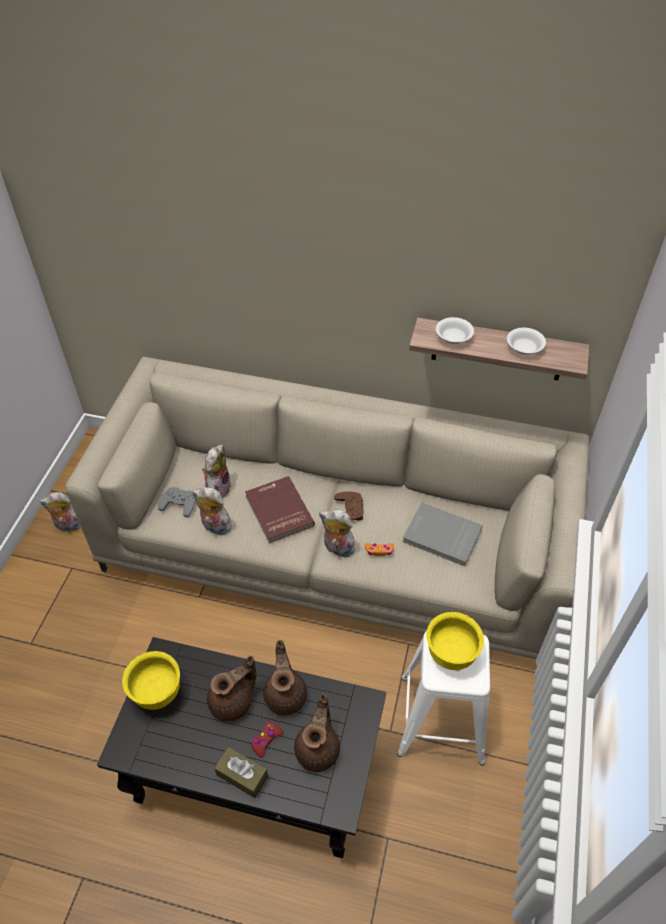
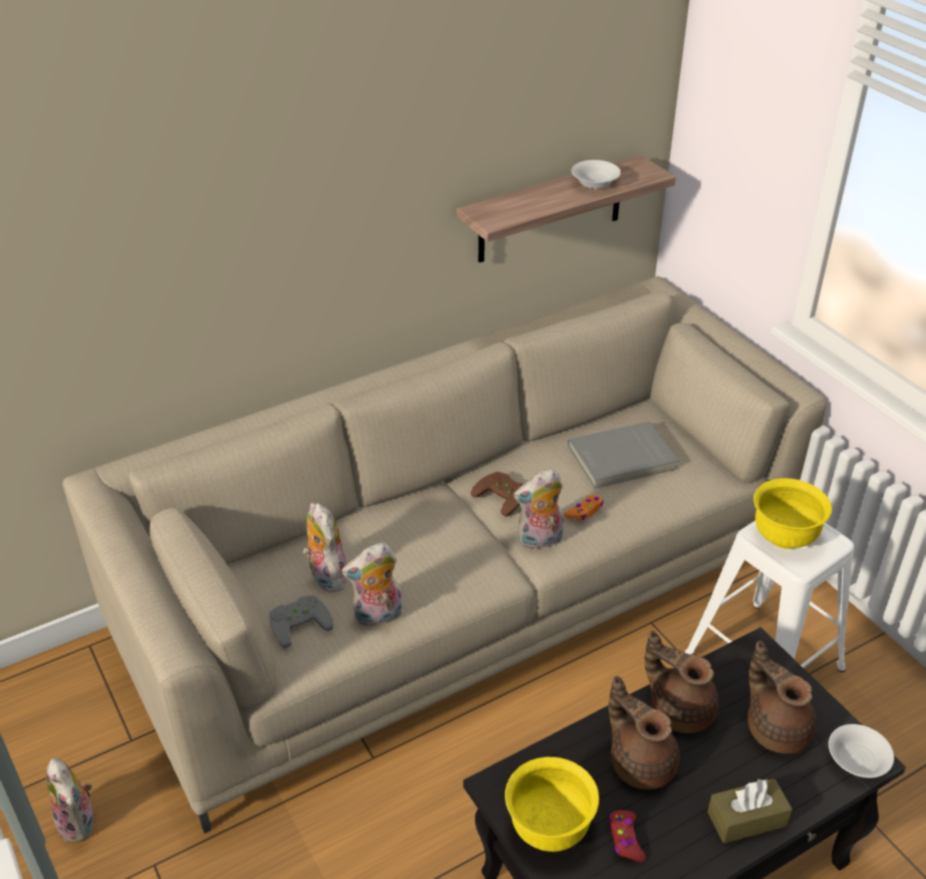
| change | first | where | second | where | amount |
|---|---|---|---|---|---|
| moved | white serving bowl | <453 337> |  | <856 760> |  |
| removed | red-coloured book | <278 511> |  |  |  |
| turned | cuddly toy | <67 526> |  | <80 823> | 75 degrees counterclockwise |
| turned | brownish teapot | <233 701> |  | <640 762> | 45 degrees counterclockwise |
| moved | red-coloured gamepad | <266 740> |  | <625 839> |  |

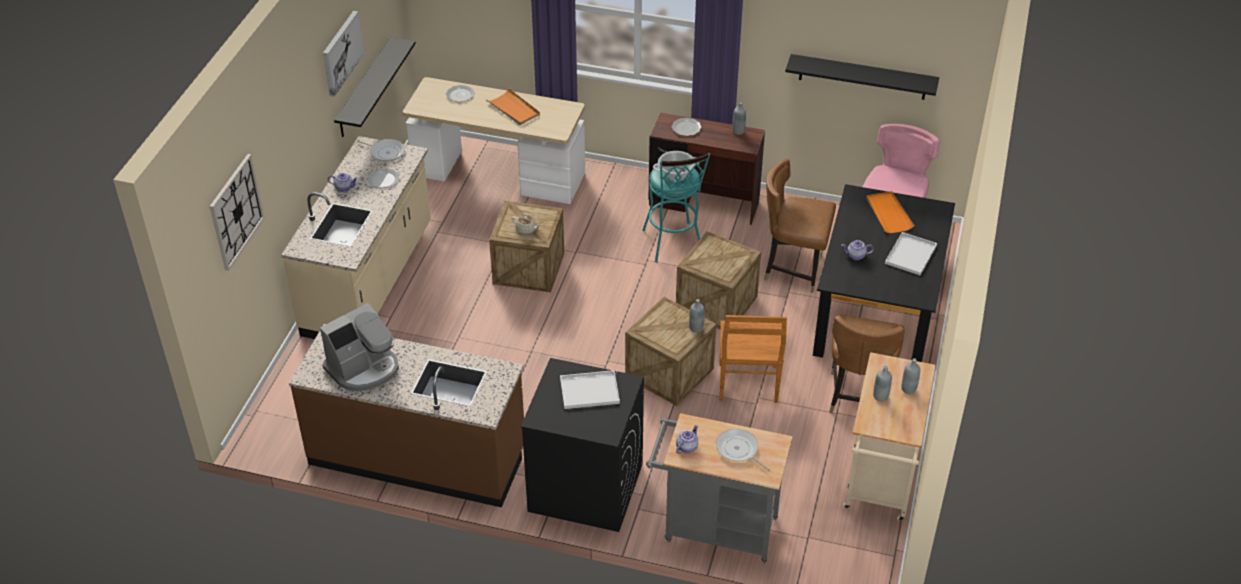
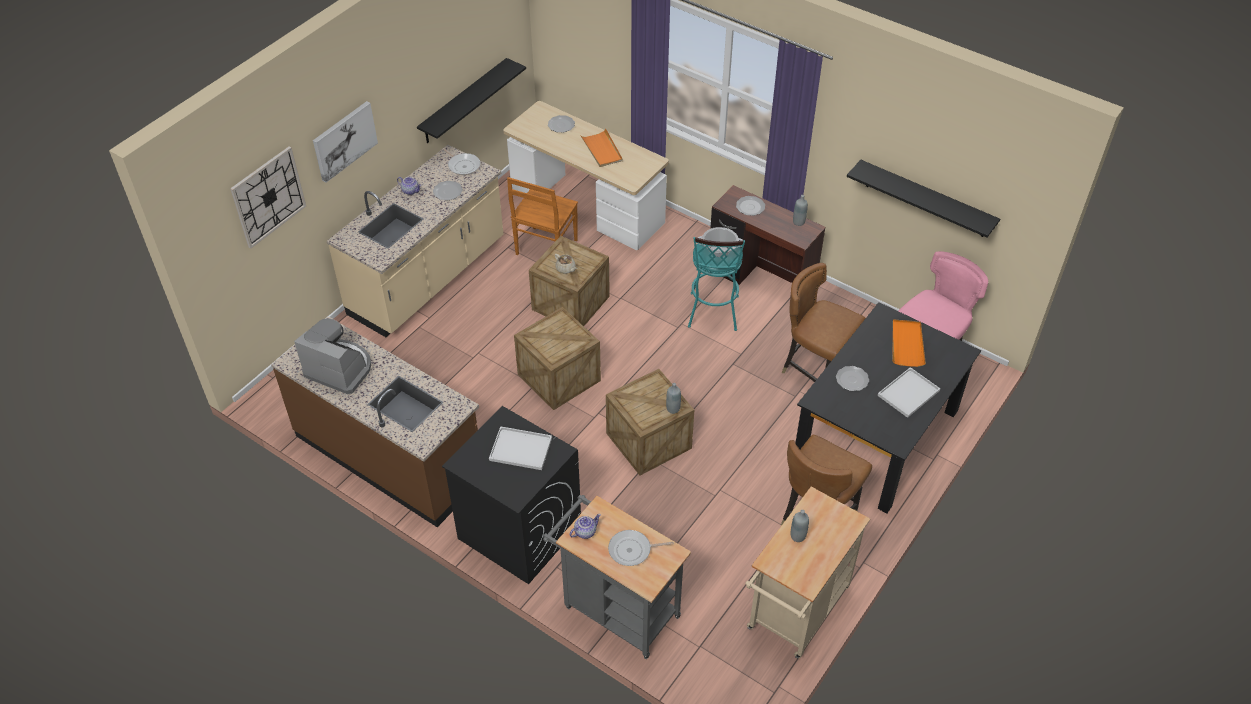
| change | first | where | second | where | amount |
|---|---|---|---|---|---|
| moved | wall art | <341 53> |  | <344 140> |  |
| moved | packing crate | <716 304> |  | <559 377> |  |
| replaced | teapot | <856 256> | flat dish | <852 380> |  |
| turned | coffee machine | <364 368> |  | <340 369> | 135 degrees counterclockwise |
| moved | brownish chair | <748 385> |  | <545 248> |  |
| removed | gray bottle | <908 389> |  |  |  |
| turned | frying pan | <739 450> |  | <632 550> | 75 degrees counterclockwise |

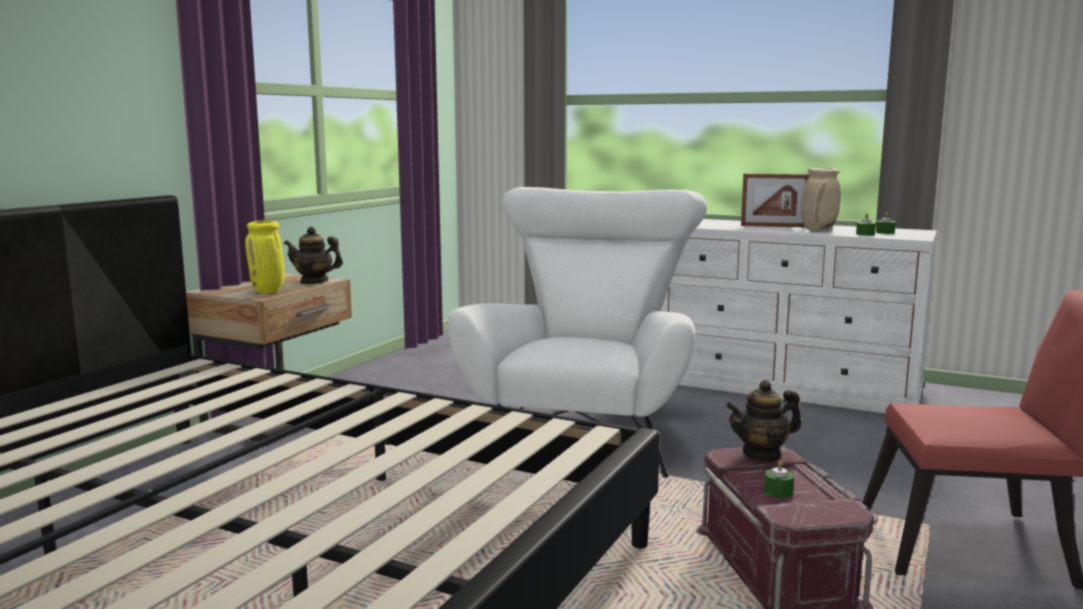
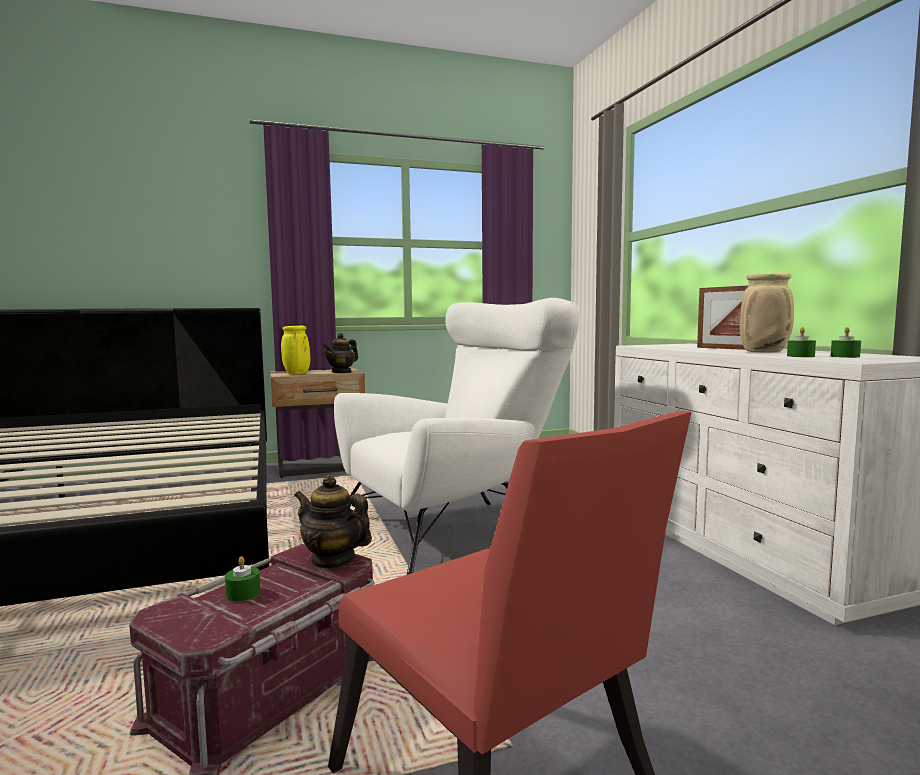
| change | first | where | second | where | amount |
|---|---|---|---|---|---|
| turned | teapot | <314 281> |  | <342 372> | 105 degrees counterclockwise |

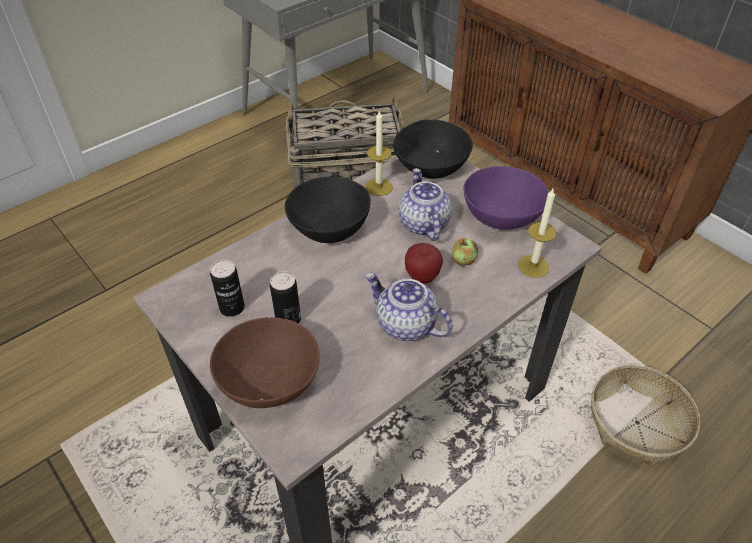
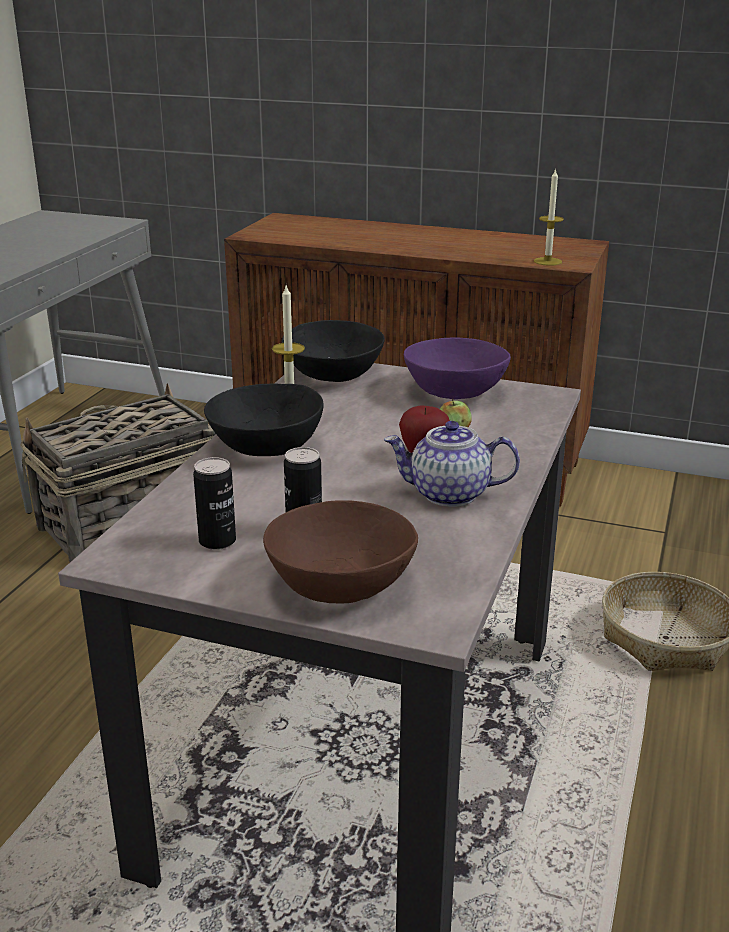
| change | first | where | second | where | amount |
|---|---|---|---|---|---|
| removed | teapot | <423 224> |  |  |  |
| moved | candle | <533 266> |  | <547 261> |  |

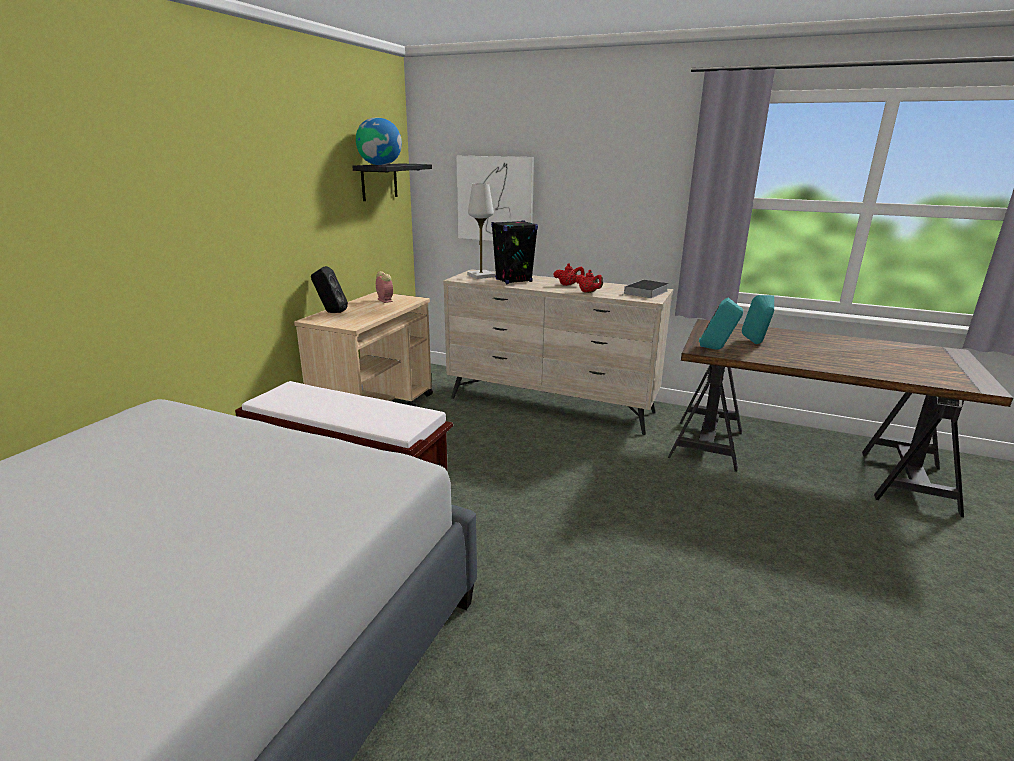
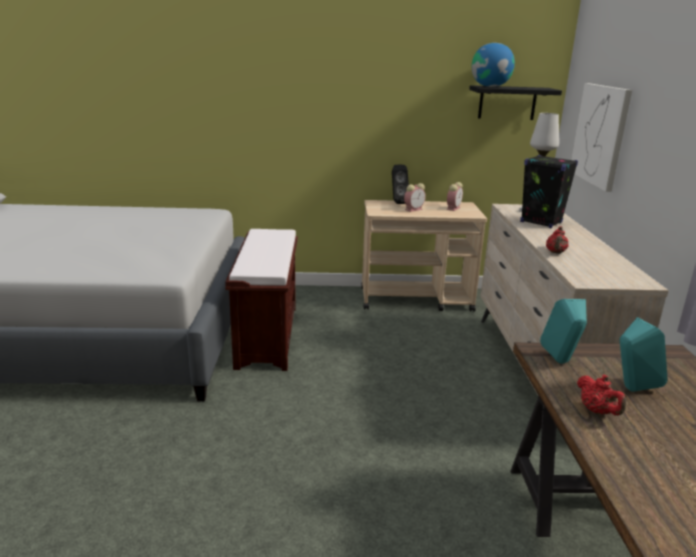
| change | first | where | second | where | amount |
|---|---|---|---|---|---|
| moved | red-coloured teapot | <568 285> |  | <597 411> |  |
| removed | book | <646 292> |  |  |  |
| added |  |  | bedside clock | <414 209> |  |

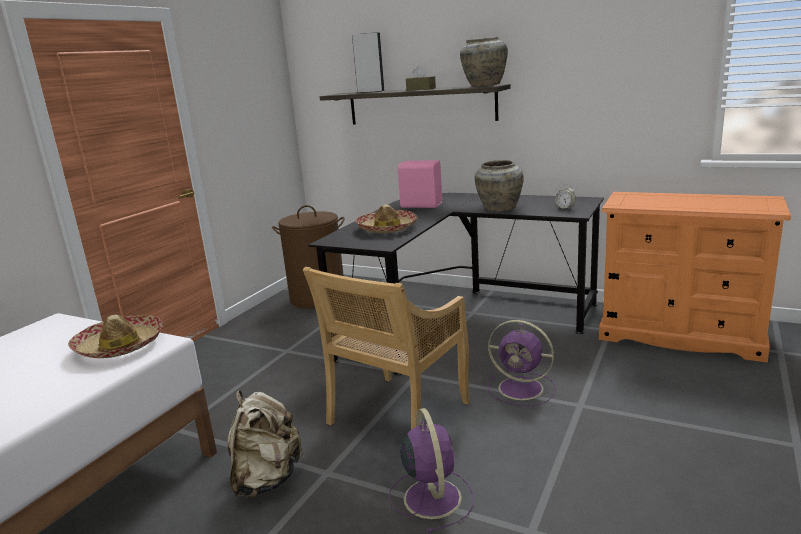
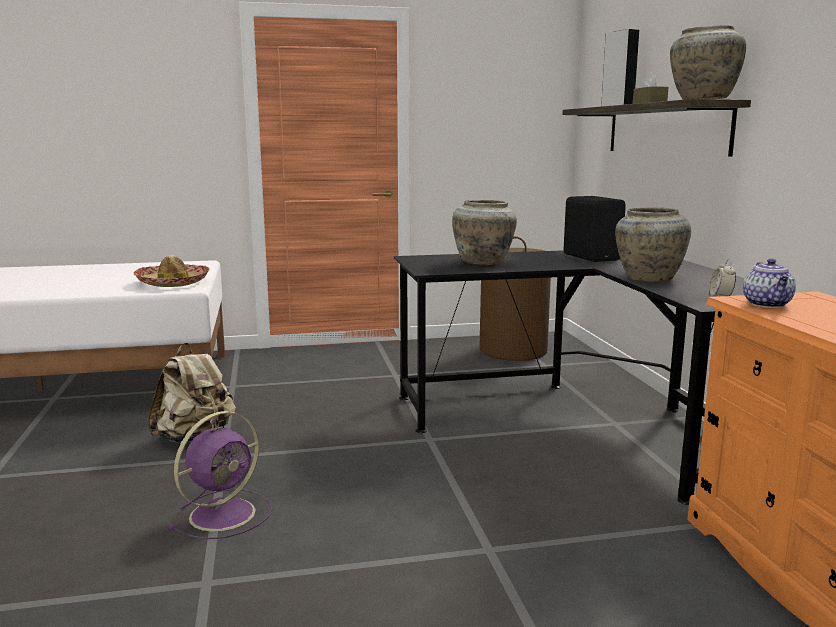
| change | first | where | second | where | amount |
|---|---|---|---|---|---|
| recoloured | pinkish loudspeaker | <421 205> | black-coloured loudspeaker | <592 257> |  |
| replaced | wearable hat | <387 228> | beige vase | <484 263> |  |
| removed | beige chair | <397 414> |  |  |  |
| removed | purplish electric fan | <522 389> |  |  |  |
| added |  |  | teapot | <767 304> |  |

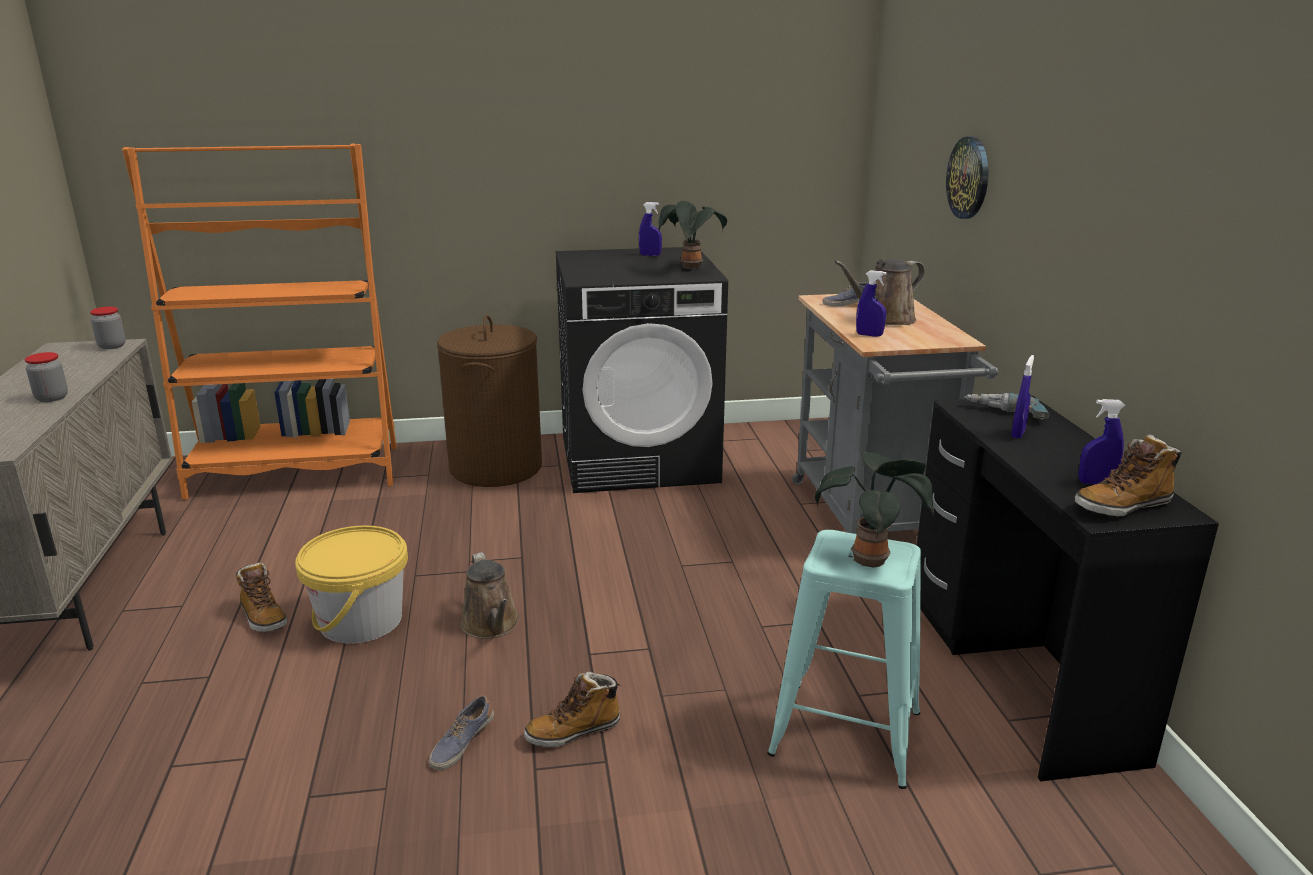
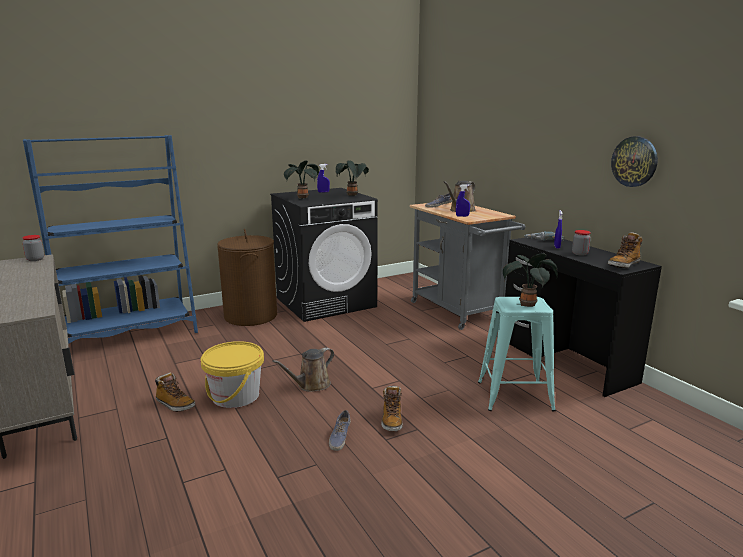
| change | first | where | second | where | amount |
|---|---|---|---|---|---|
| moved | hanging clock | <969 178> |  | <634 161> |  |
| recoloured | orange-coloured shelving unit | <296 472> | blue shelving unit | <130 334> |  |
| moved | preserve jar | <52 398> |  | <580 254> |  |
| removed | blue spray bottle | <1096 483> |  |  |  |
| turned | brownish sprinkling can | <492 625> |  | <311 385> | 90 degrees clockwise |
| turned | tall boot | <574 731> |  | <391 420> | 45 degrees counterclockwise |
| added |  |  | houseplant | <302 197> |  |

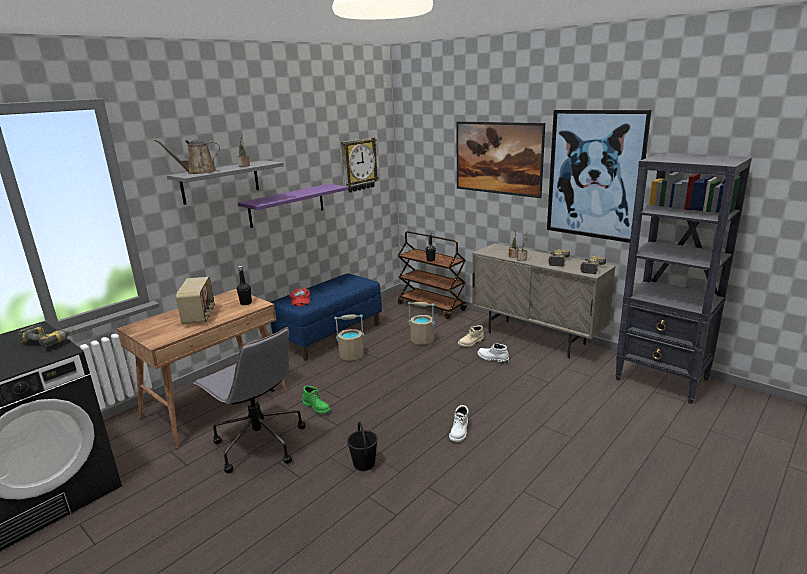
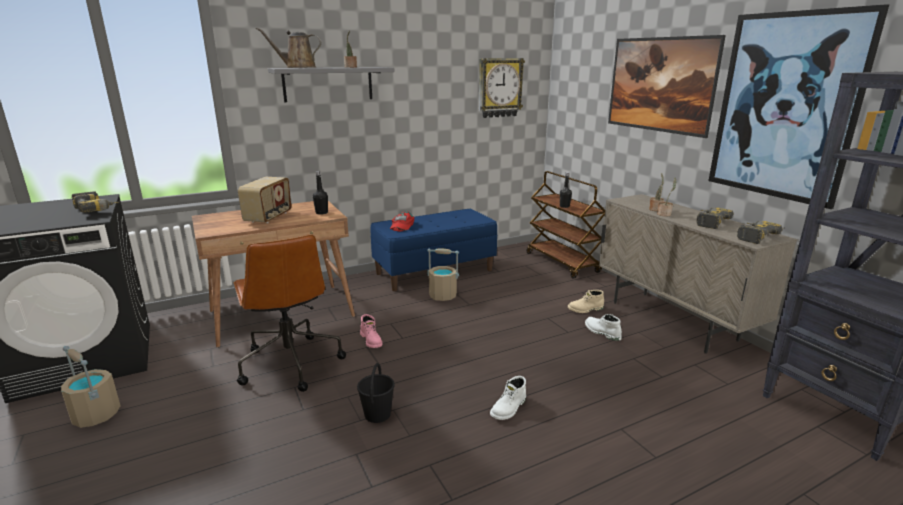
| change | first | where | second | where | amount |
|---|---|---|---|---|---|
| removed | purplish bracket shelf | <287 205> |  |  |  |
| moved | beige pail | <422 340> |  | <95 415> |  |
| recoloured | gray computer chair | <258 443> | brownish computer chair | <290 363> |  |
| recoloured | green-coloured tall boot | <317 407> | pinkish tall boot | <371 340> |  |

